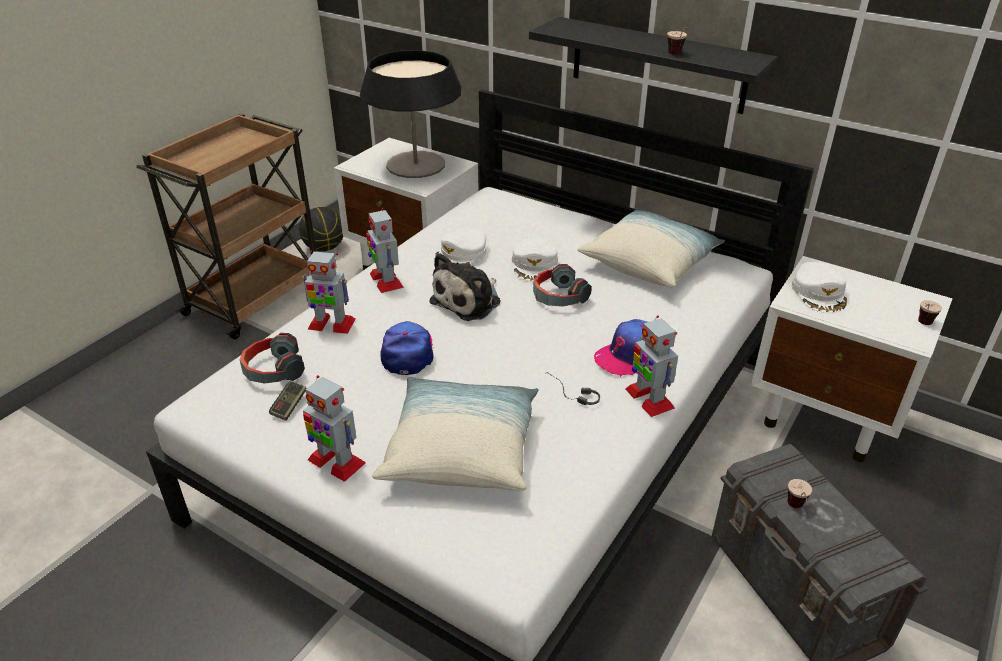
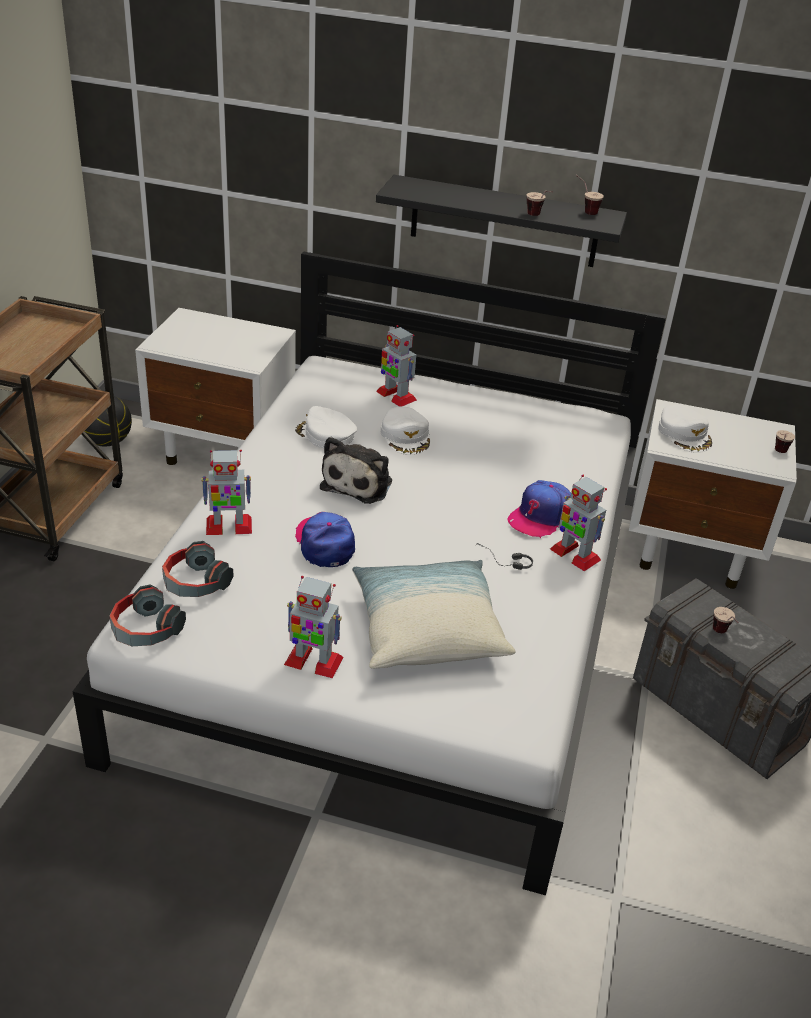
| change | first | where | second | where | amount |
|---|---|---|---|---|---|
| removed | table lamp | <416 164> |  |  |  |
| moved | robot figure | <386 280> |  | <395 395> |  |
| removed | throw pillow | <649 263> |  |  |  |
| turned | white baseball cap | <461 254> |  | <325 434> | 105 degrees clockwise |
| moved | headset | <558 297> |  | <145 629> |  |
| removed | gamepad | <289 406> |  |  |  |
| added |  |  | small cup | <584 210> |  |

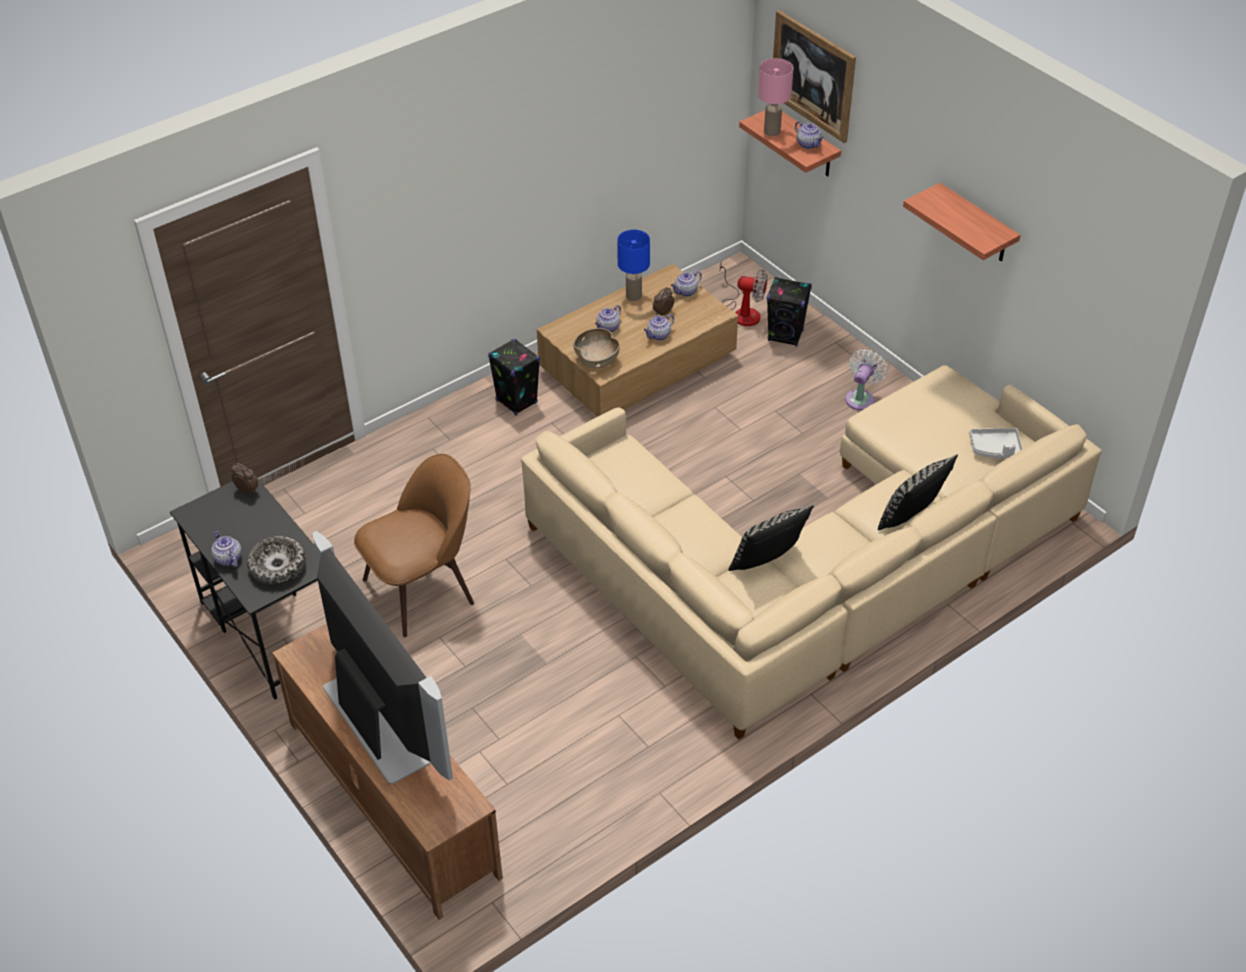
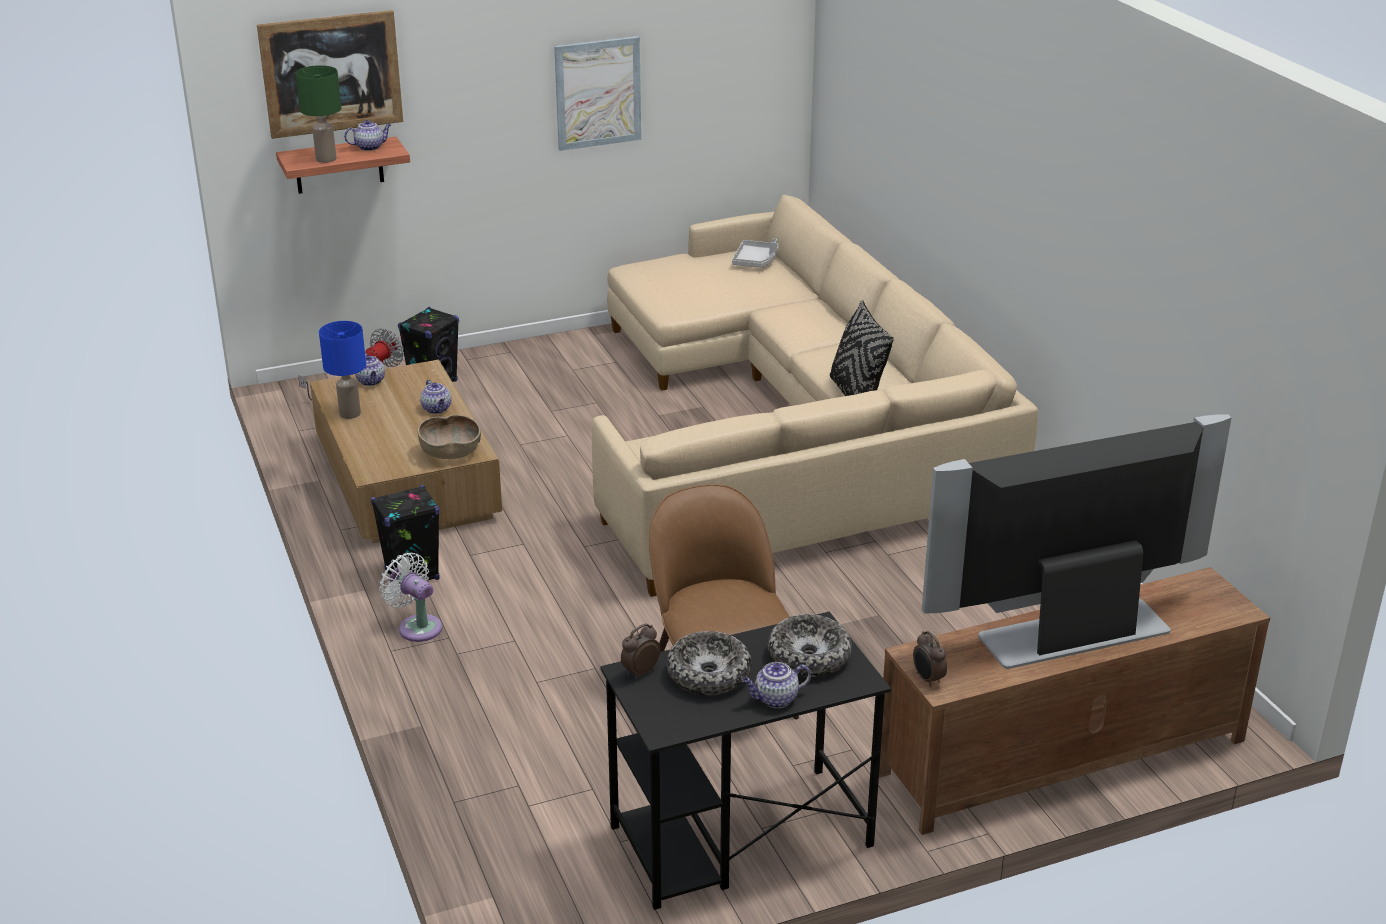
| change | first | where | second | where | amount |
|---|---|---|---|---|---|
| recoloured | pinkish table lamp | <771 131> | green-coloured table lamp | <325 159> |  |
| replaced | bracket shelf | <976 225> | wall art | <598 93> |  |
| moved | bedside clock | <662 313> |  | <927 679> |  |
| removed | teapot | <608 328> |  |  |  |
| moved | white electric fan | <861 398> |  | <417 626> |  |
| removed | black-coloured throw pillow | <911 517> |  |  |  |
| added |  |  | serving bowl | <709 674> |  |

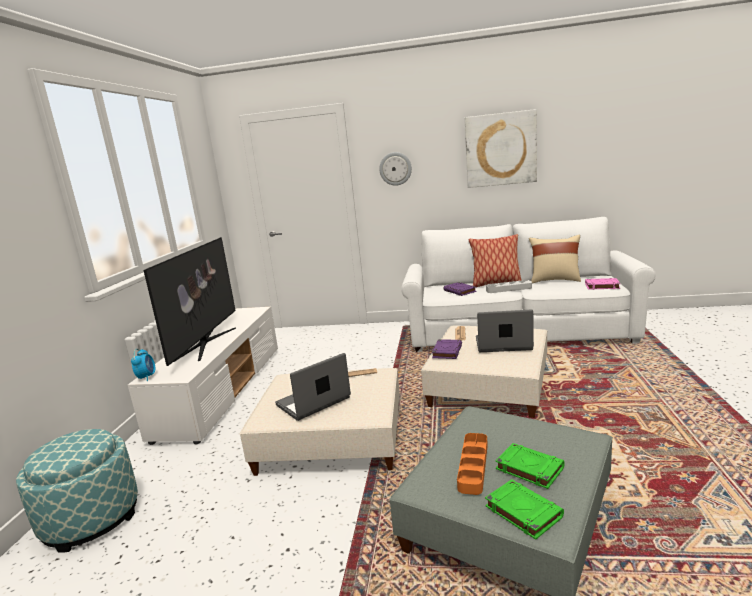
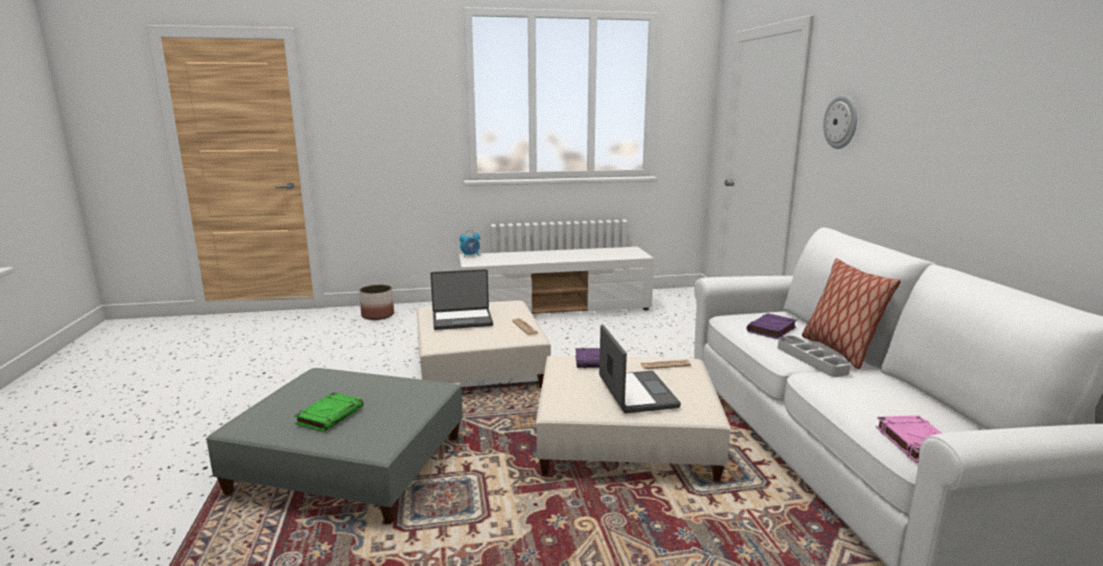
| change | first | where | second | where | amount |
|---|---|---|---|---|---|
| removed | wall art | <500 149> |  |  |  |
| removed | beige throw pillow | <554 280> |  |  |  |
| removed | TV | <205 344> |  |  |  |
| turned | laptop | <314 402> |  | <462 320> | 135 degrees clockwise |
| replaced | footrest | <91 518> | flower pot | <378 315> |  |
| removed | orange-coloured carrying tray | <473 466> |  |  |  |
| removed | green-coloured book | <522 511> |  |  |  |

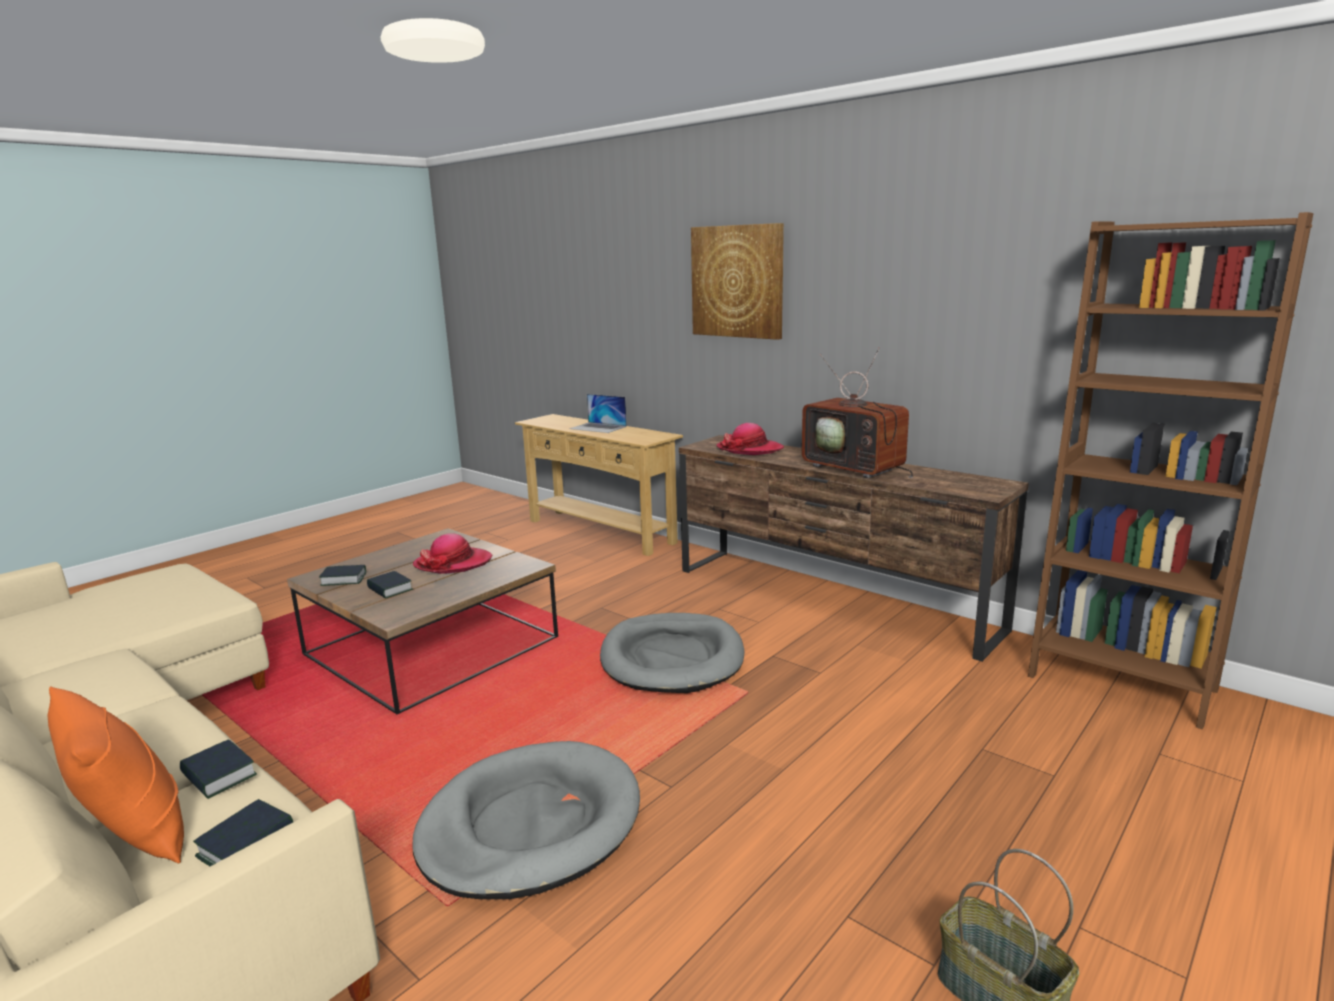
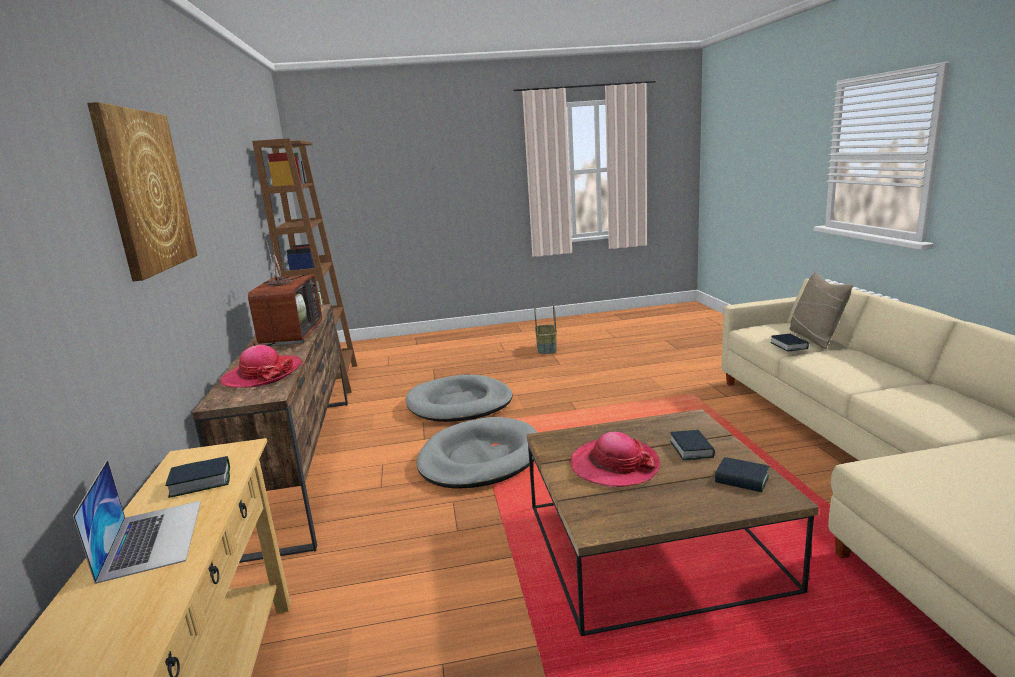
| change | first | where | second | where | amount |
|---|---|---|---|---|---|
| recoloured | orange-coloured throw pillow | <135 833> | beige throw pillow | <815 338> |  |
| moved | gray dog bed | <530 825> |  | <459 403> |  |
| moved | book | <246 844> |  | <200 482> |  |

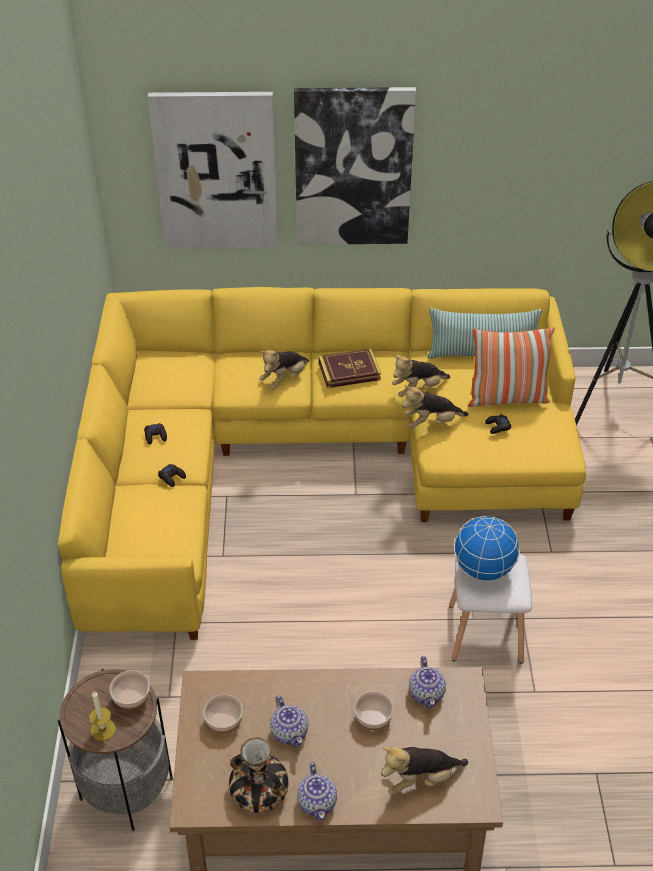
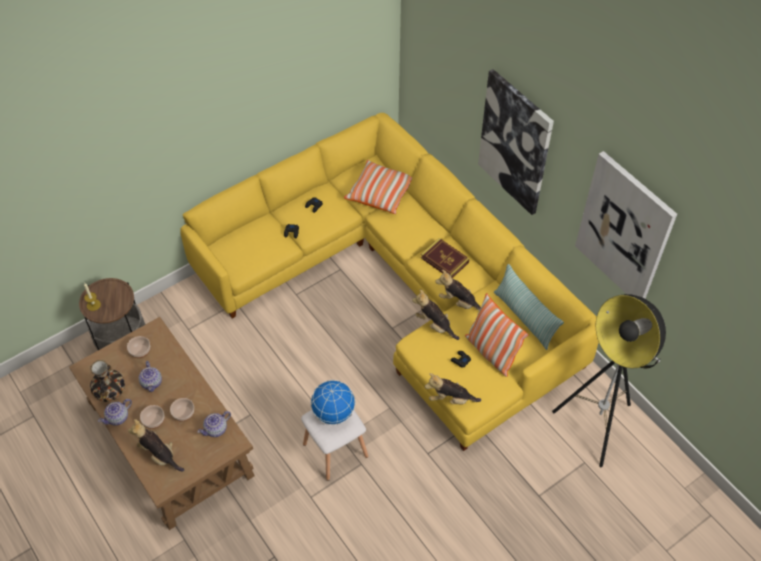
| change | first | where | second | where | amount |
|---|---|---|---|---|---|
| moved | wall art | <216 171> |  | <624 229> |  |
| moved | cuddly toy | <284 379> |  | <450 399> |  |
| moved | serving bowl | <131 698> |  | <154 421> |  |
| turned | teapot | <289 732> |  | <152 382> | 45 degrees counterclockwise |
| added |  |  | throw pillow | <380 193> |  |

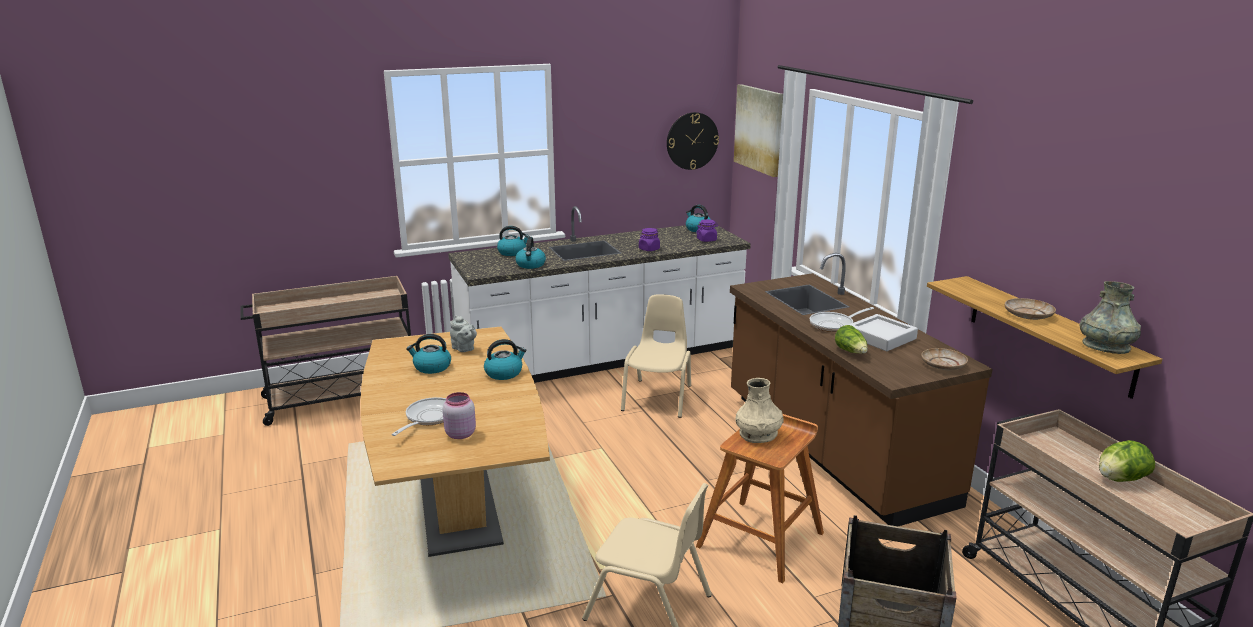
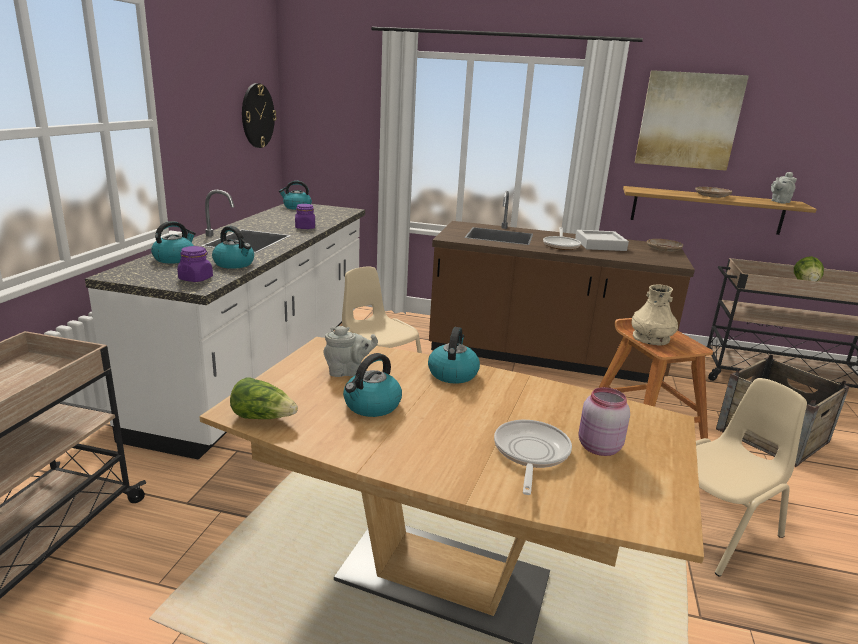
| change | first | where | second | where | amount |
|---|---|---|---|---|---|
| moved | wall art | <759 129> |  | <688 120> |  |
| moved | purplish preserve jar | <706 240> |  | <196 279> |  |
| replaced | gray vase | <1106 347> | gray teapot | <779 202> |  |
| moved | head of lettuce | <851 352> |  | <263 417> |  |
| turned | frying pan | <428 418> |  | <530 454> | 45 degrees clockwise |

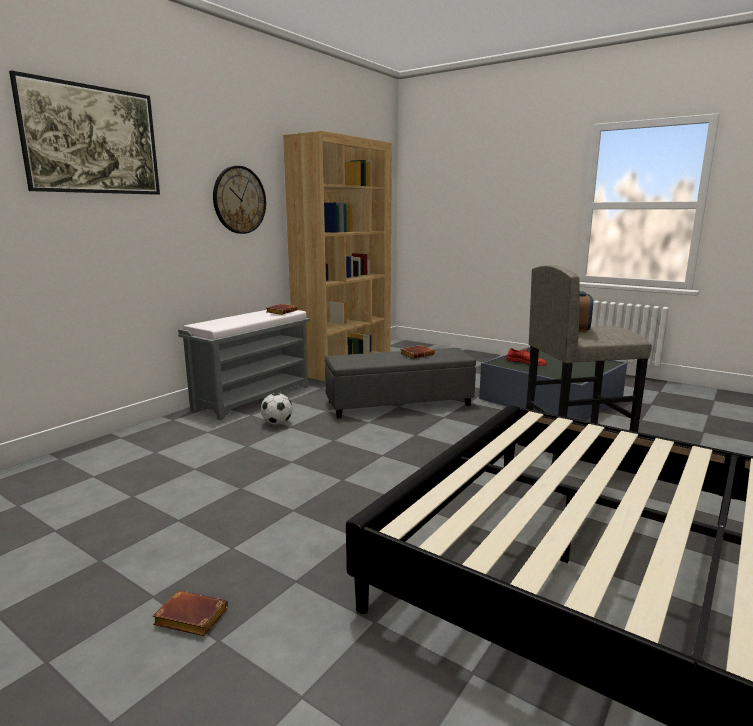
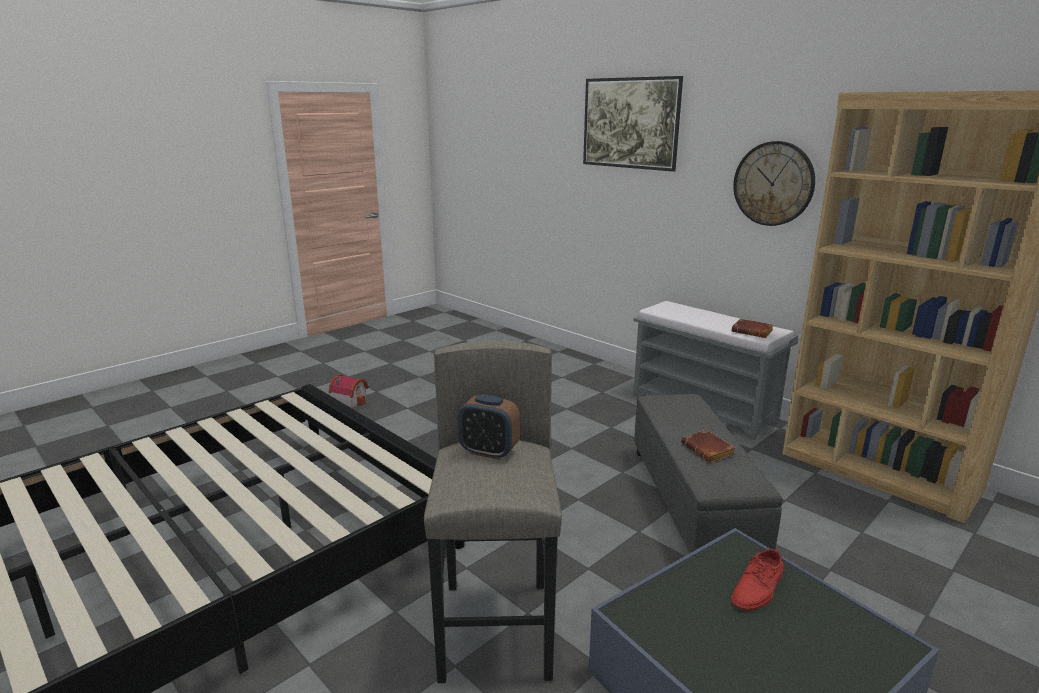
| change | first | where | second | where | amount |
|---|---|---|---|---|---|
| removed | football ball | <277 423> |  |  |  |
| replaced | brownish book | <189 619> | miniature house | <350 400> |  |

